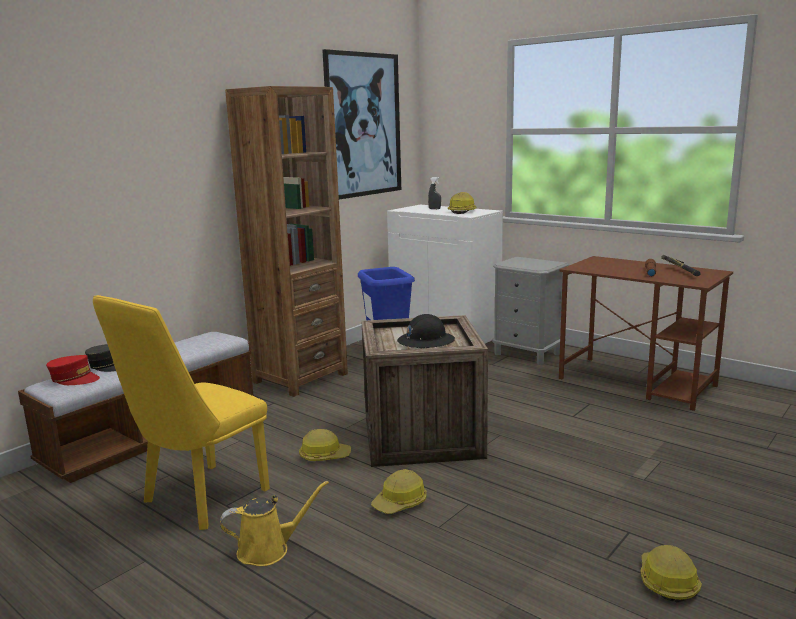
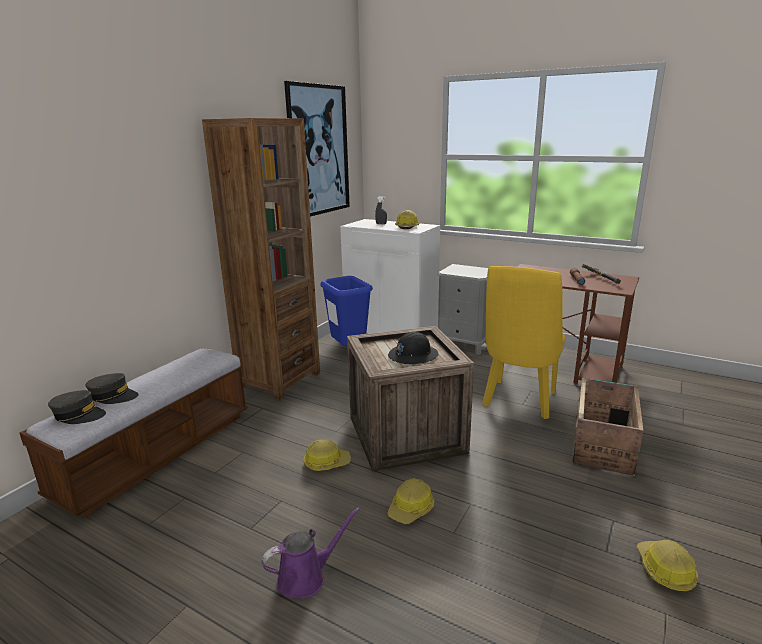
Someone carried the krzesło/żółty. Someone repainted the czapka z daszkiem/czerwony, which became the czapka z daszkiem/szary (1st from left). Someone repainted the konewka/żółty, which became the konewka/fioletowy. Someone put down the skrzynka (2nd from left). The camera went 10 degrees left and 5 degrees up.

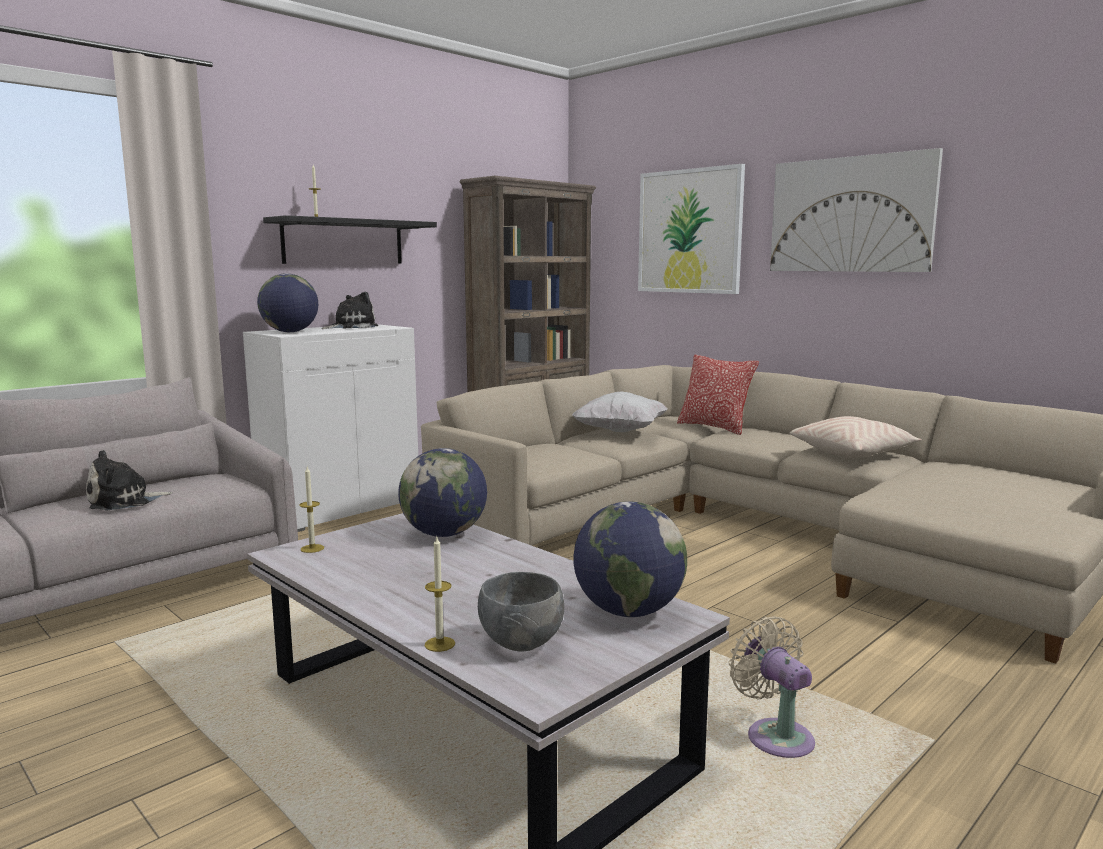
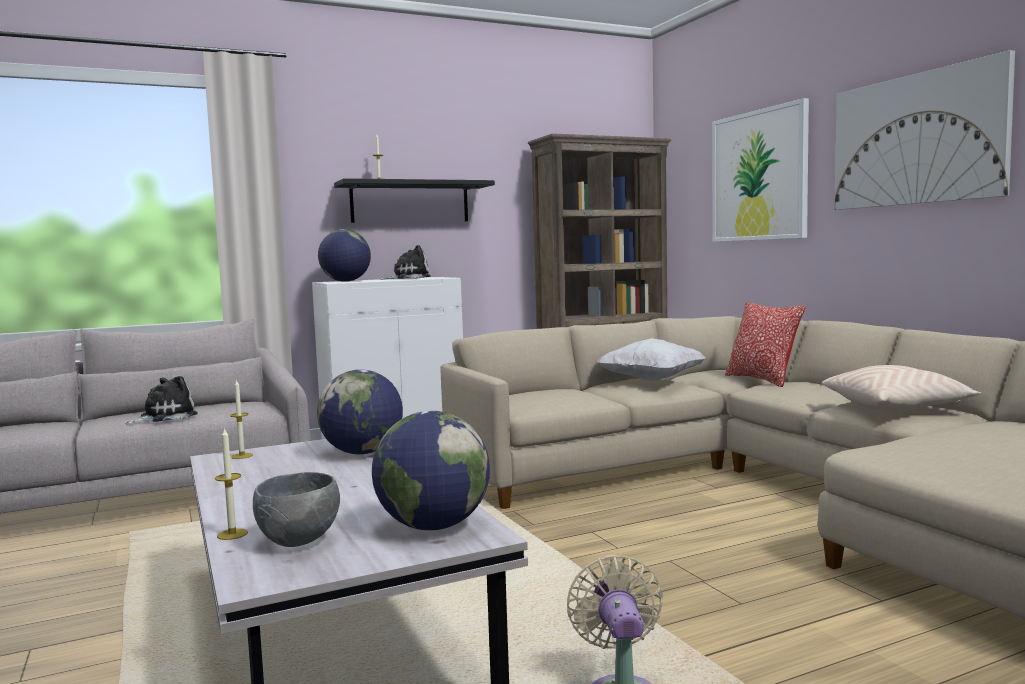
Someone rotated the pluszak (1st from left) by 150 degrees clockwise. The camera went 20 degrees right and 5 degrees down.

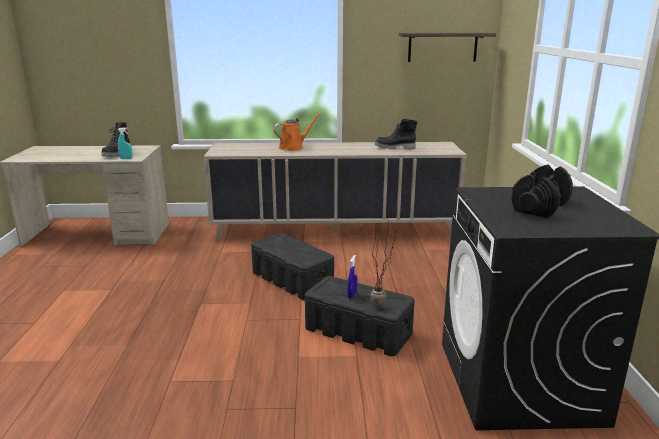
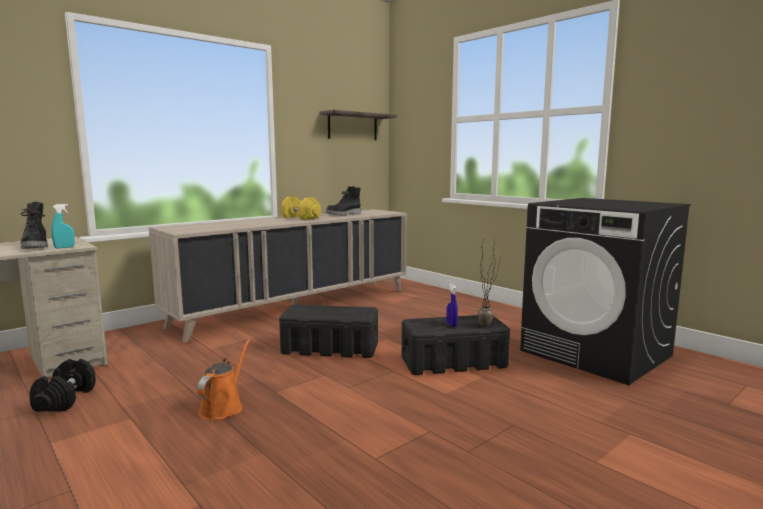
Someone carried the konewka/pomarańczowy. Someone carried the hantel/czarny. Someone put down the hantel/żółty. The camera went 40 degrees left and 10 degrees down.

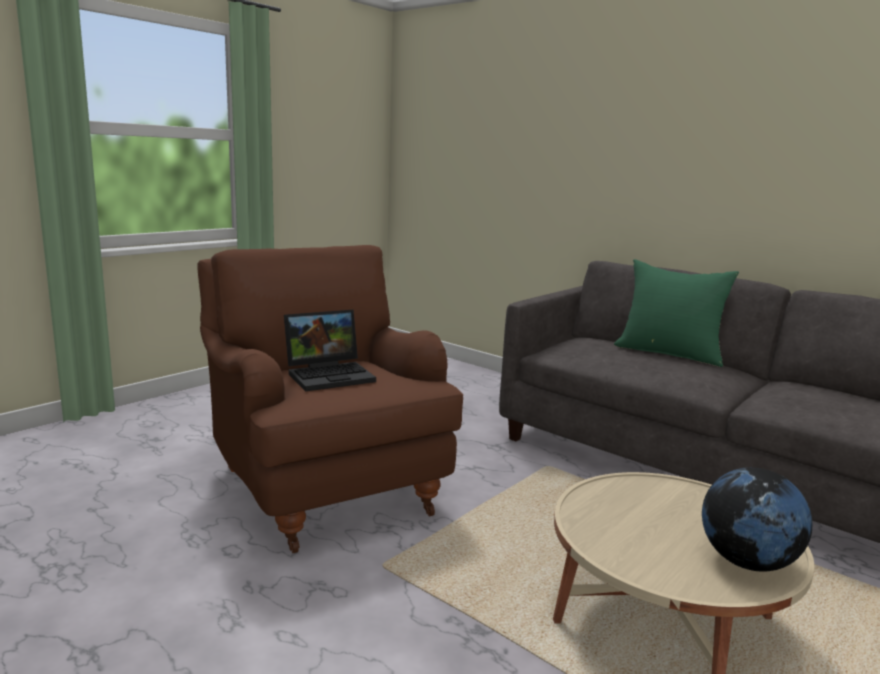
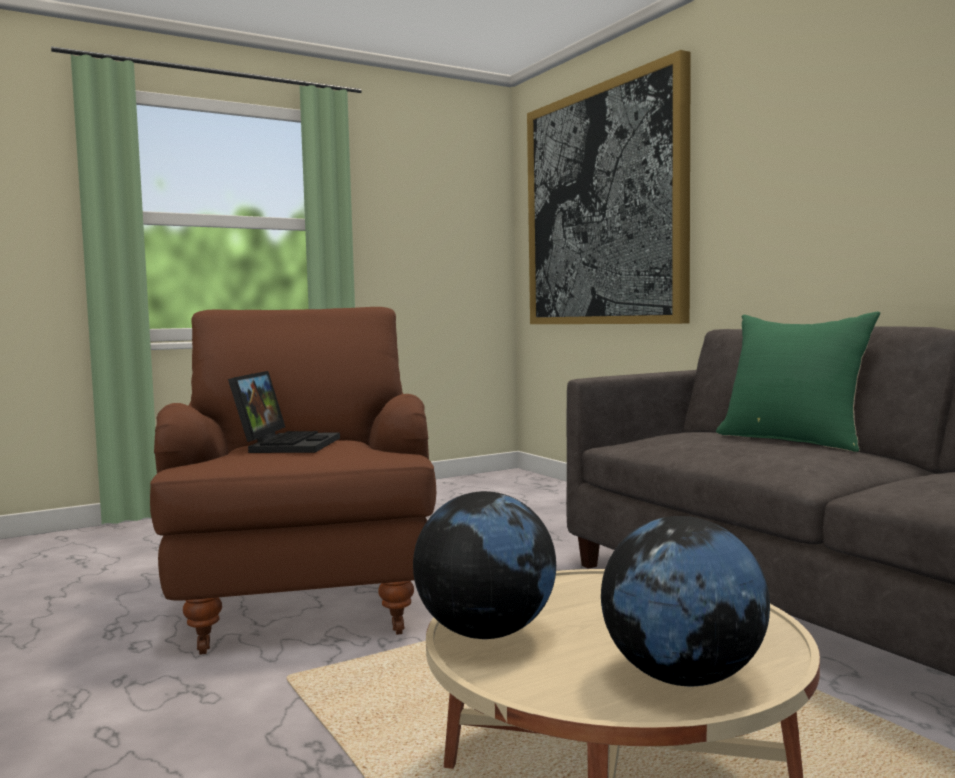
Someone rotated the laptop by 75 degrees counterclockwise. Someone put up the obraz. Someone put down the globus (1st from left). The camera went 20 degrees right and 10 degrees down.

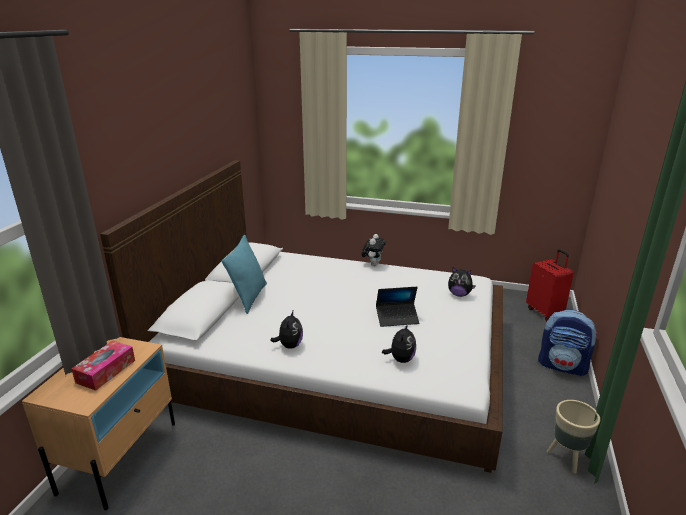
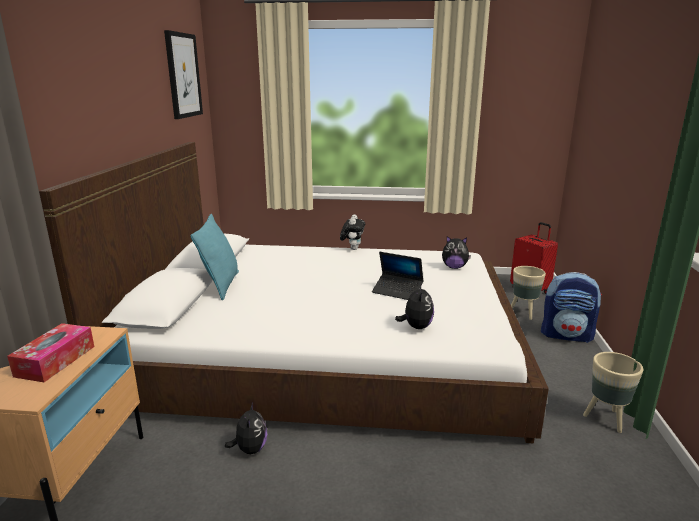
Someone rotated the laptop by 45 degrees clockwise. Someone carried the pluszak (1st from left). Someone put up the obraz. Someone put down the donica/beżowy (1st from left). The camera went 10 degrees left and 5 degrees down.

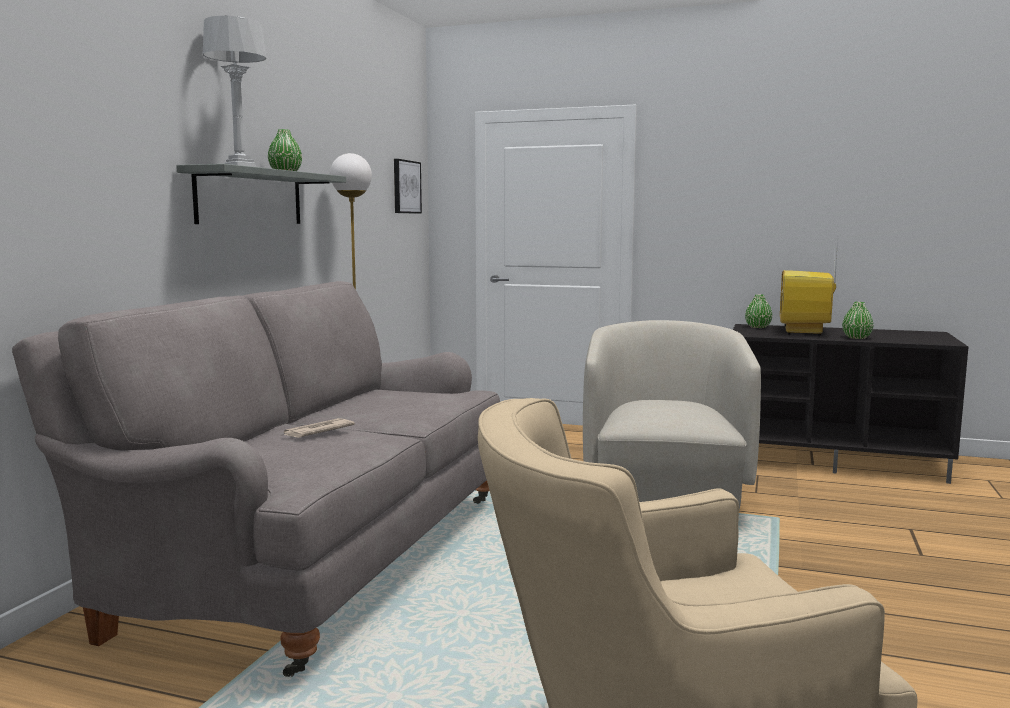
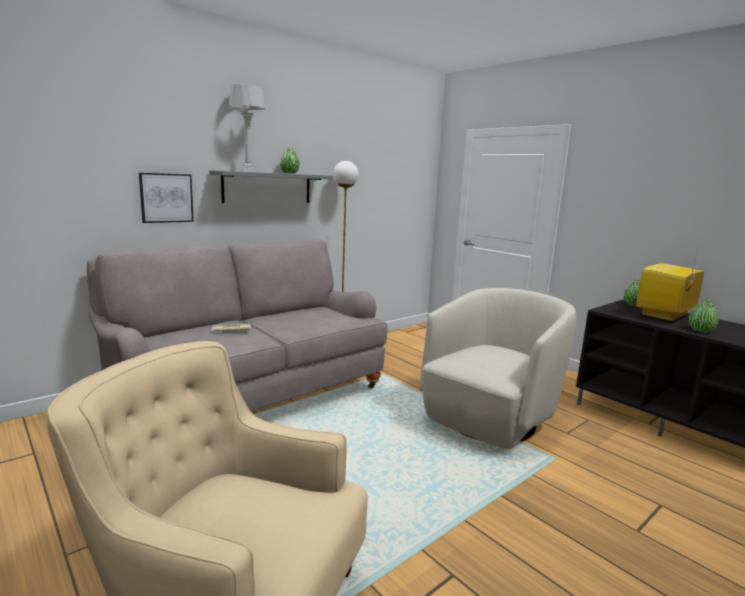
Someone carried the obraz. The camera went 30 degrees right and 5 degrees up.

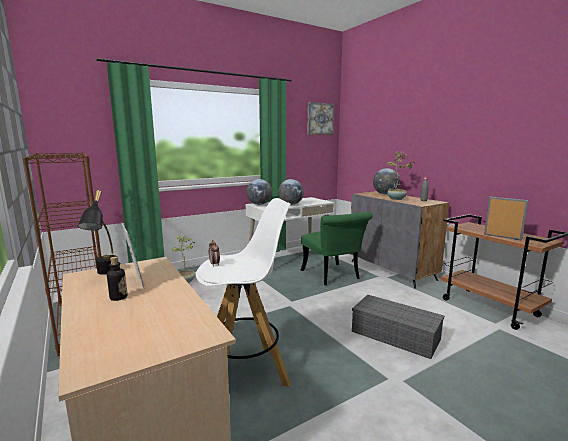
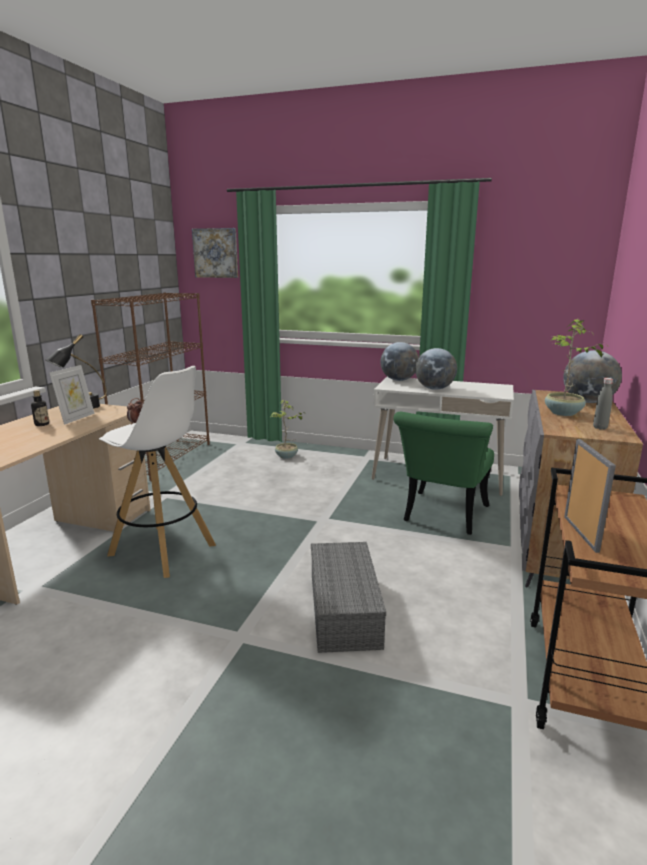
Someone carried the obraz. The camera went 50 degrees right and 5 degrees up.

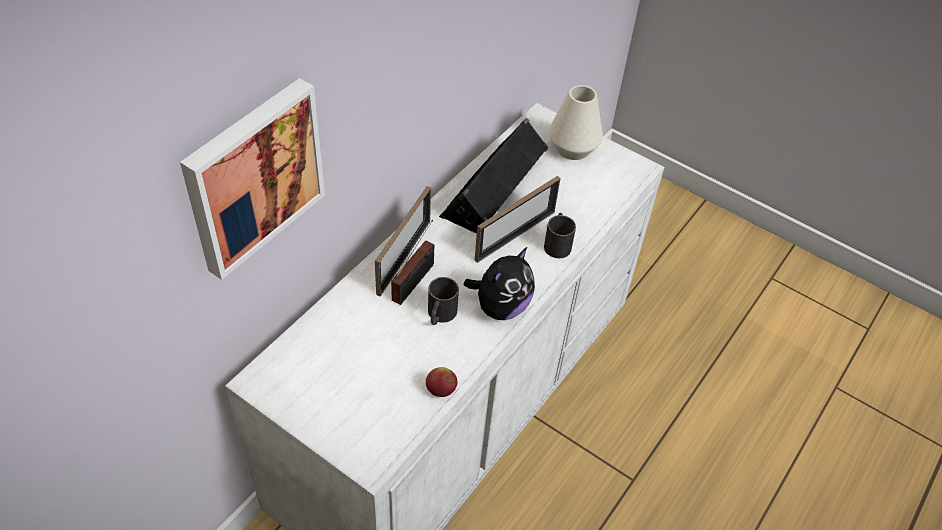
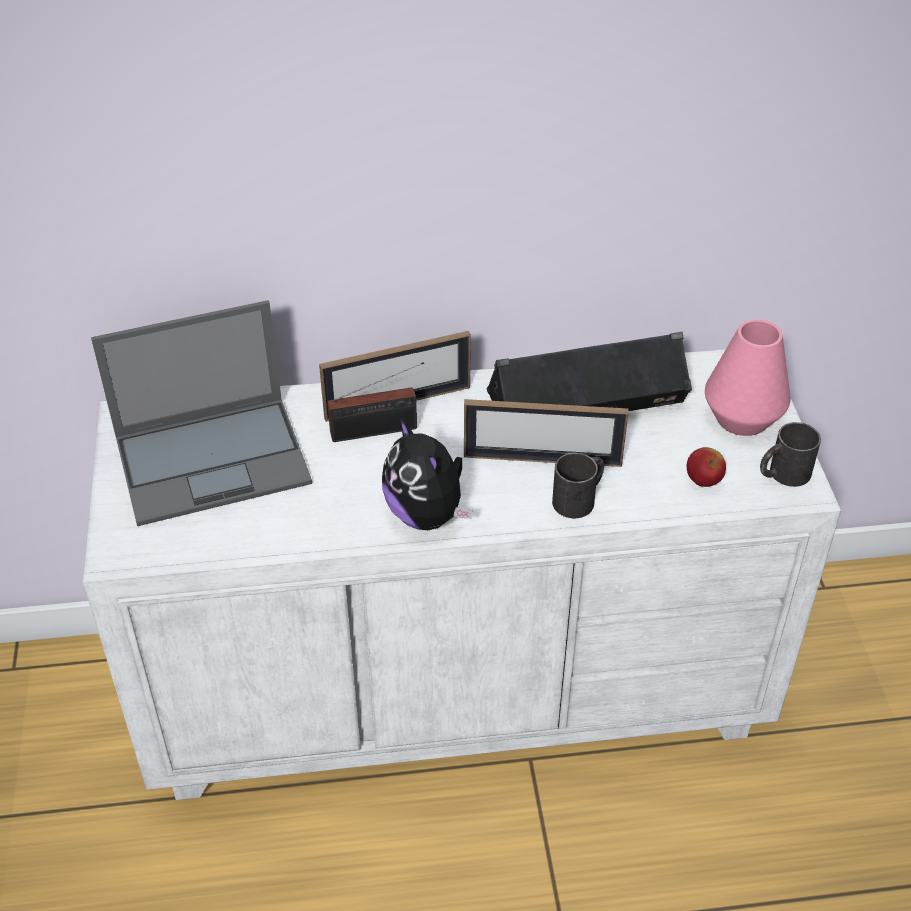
Someone took away the obraz. Someone repainted the wazon/biały, which became the wazon/różowy. Someone rotated the pluszak by 60 degrees clockwise. Someone carried the kubek/czarny (1st from left in the first image). Someone carried the jabłko. Someone put down the laptop. The camera went 50 degrees right and 5 degrees down.

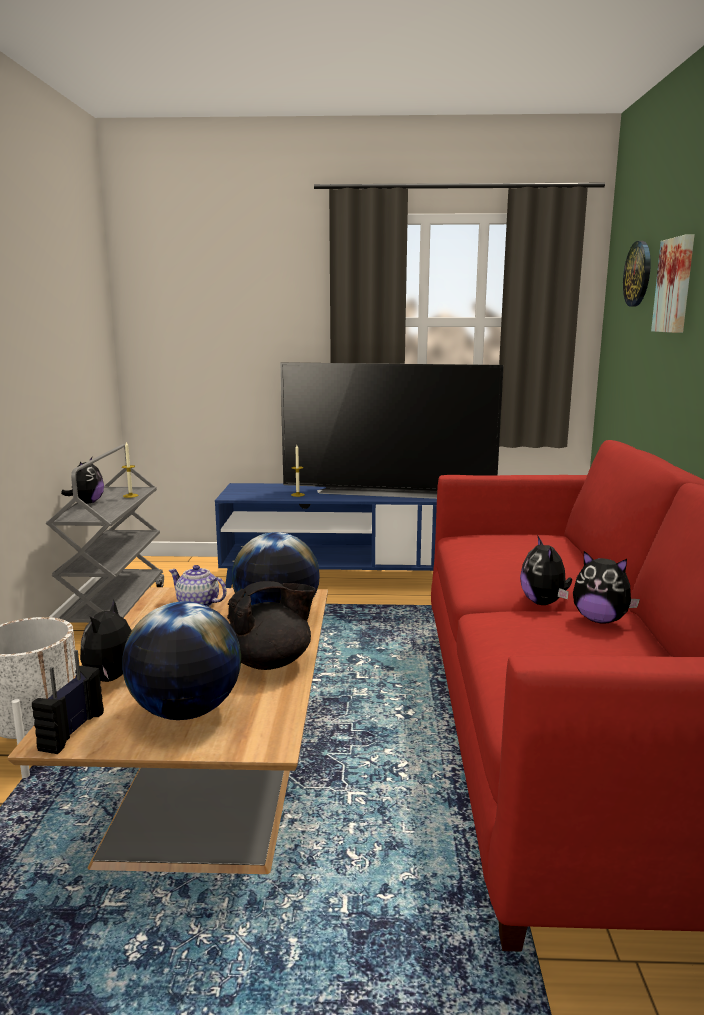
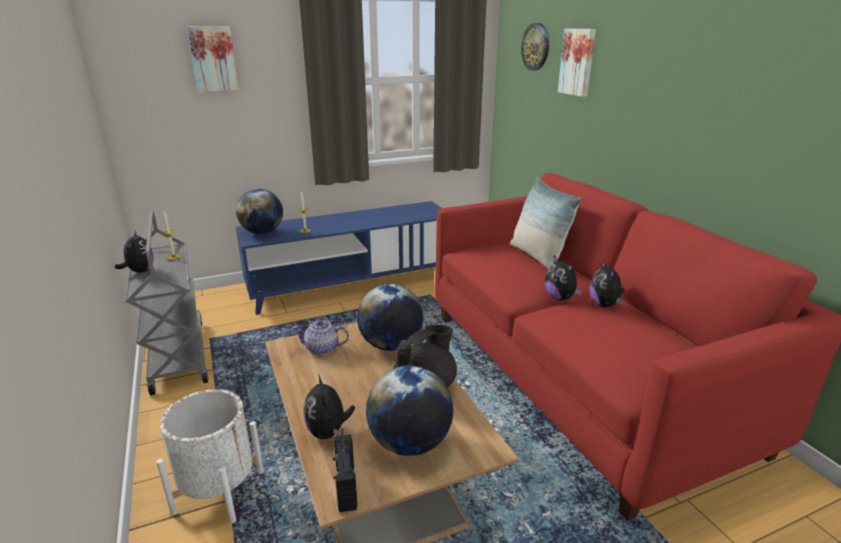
Someone took away the telewizor. Someone rotated the pluszak (4th from left) by 75 degrees clockwise. Someone put up the obraz (1st from left). Someone put down the poduszka. Someone put down the globus (1st from left). The camera went 25 degrees left and 10 degrees up.

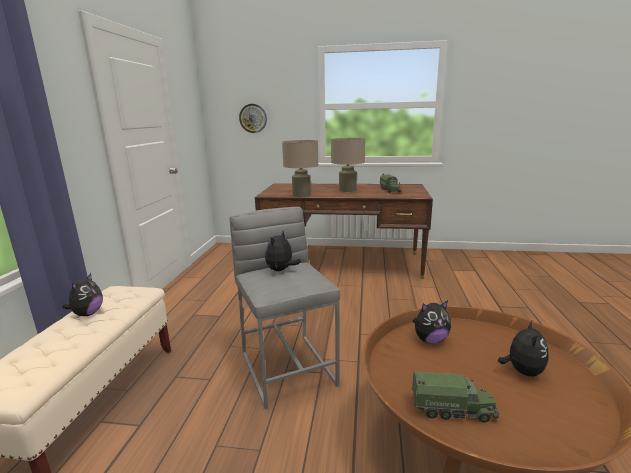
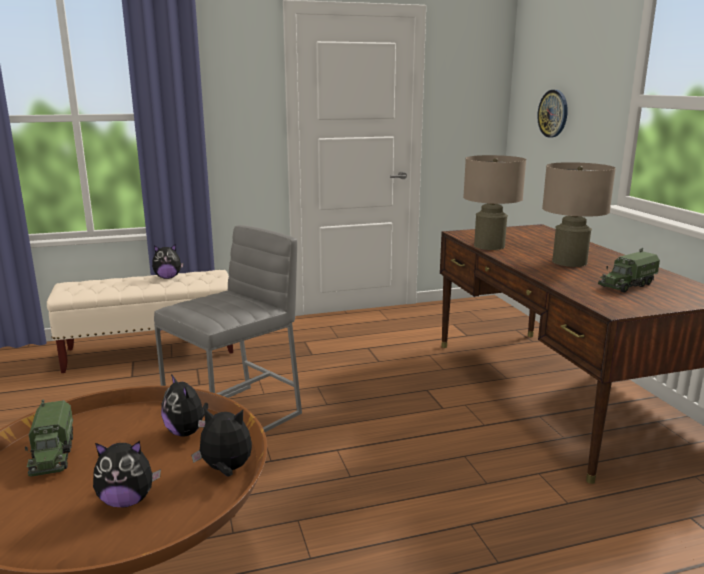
Someone carried the pluszak (2nd from left in the first image). The camera went 65 degrees right and 0 degrees up.

